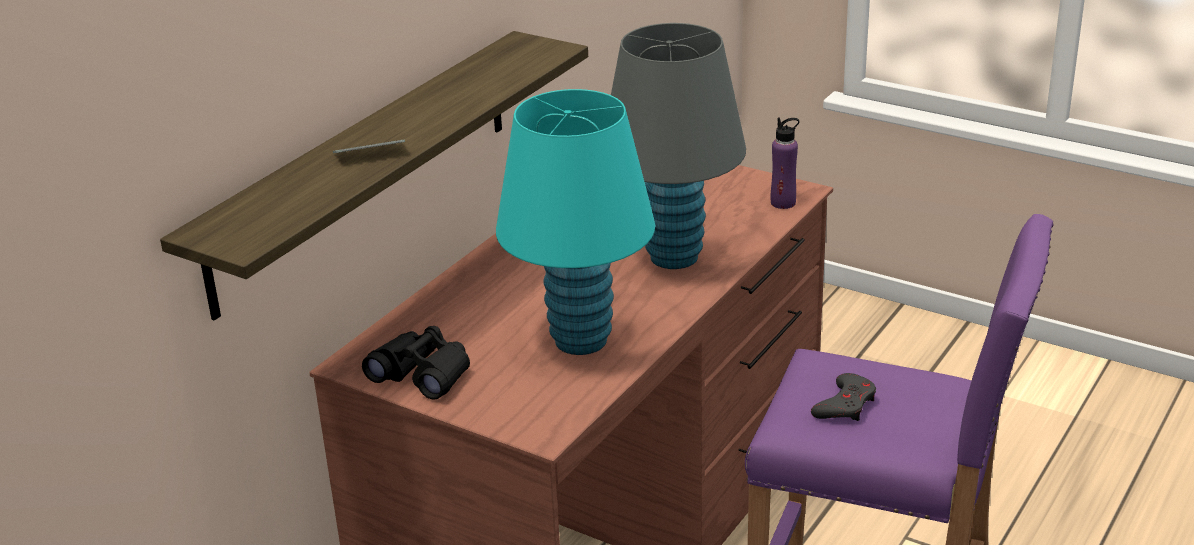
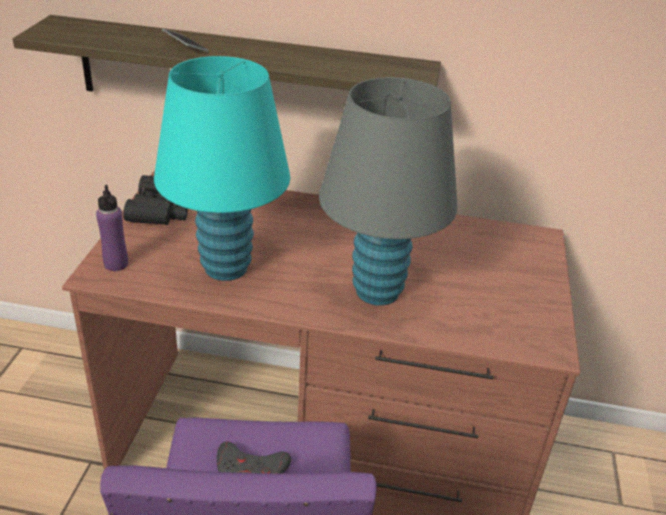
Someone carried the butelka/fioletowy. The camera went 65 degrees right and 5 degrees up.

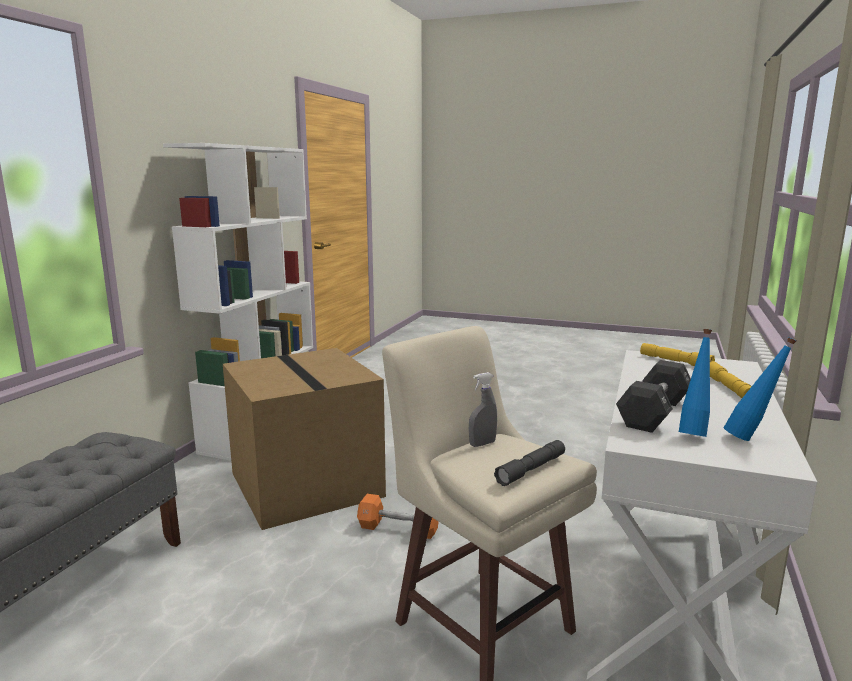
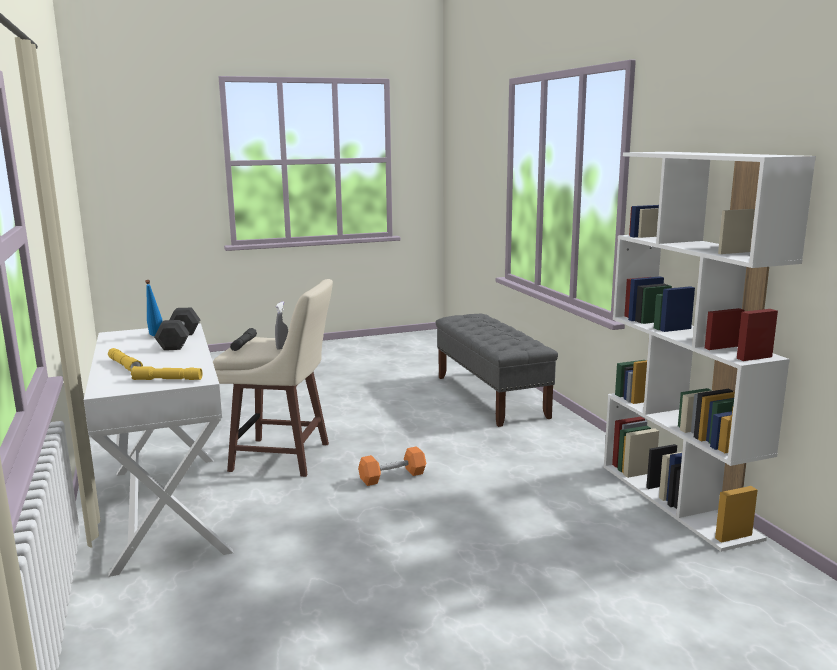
Someone took away the butelka/niebieski (2nd from left). Someone took away the karton. The camera went 140 degrees right and 0 degrees up.

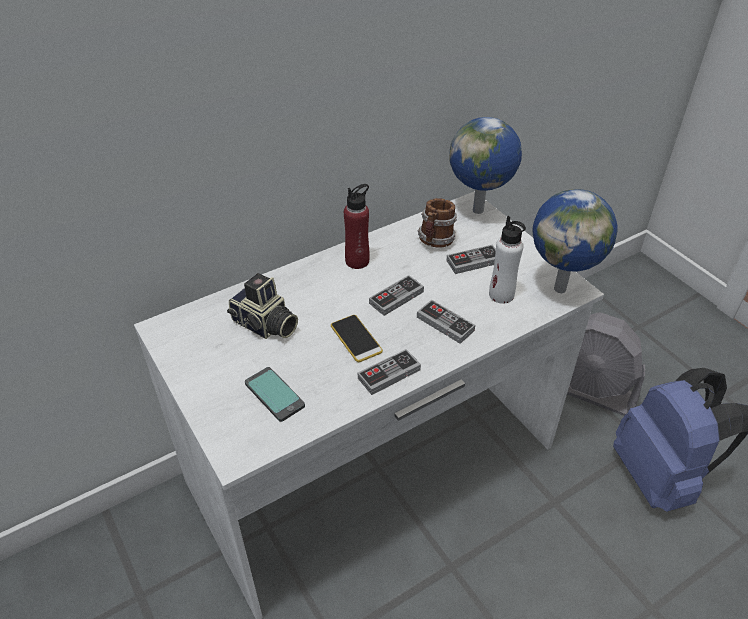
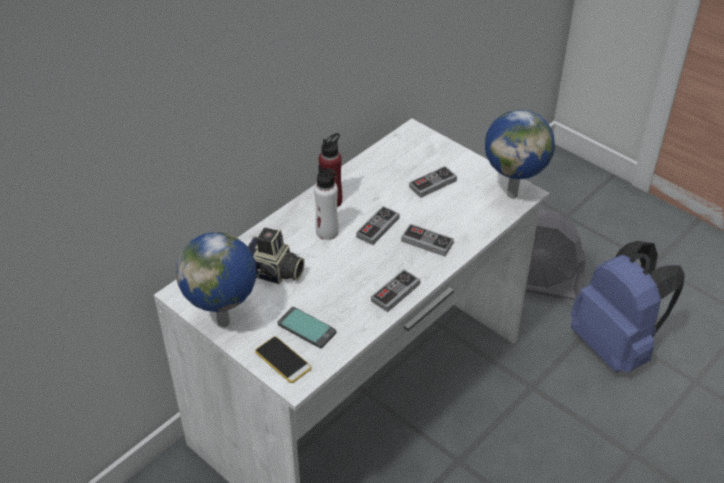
Someone carried the globus (1st from left). Someone took away the kubek. Someone carried the butelka/biały. Someone carried the telefon (2nd from left in the first image). The camera went 15 degrees left and 0 degrees up.

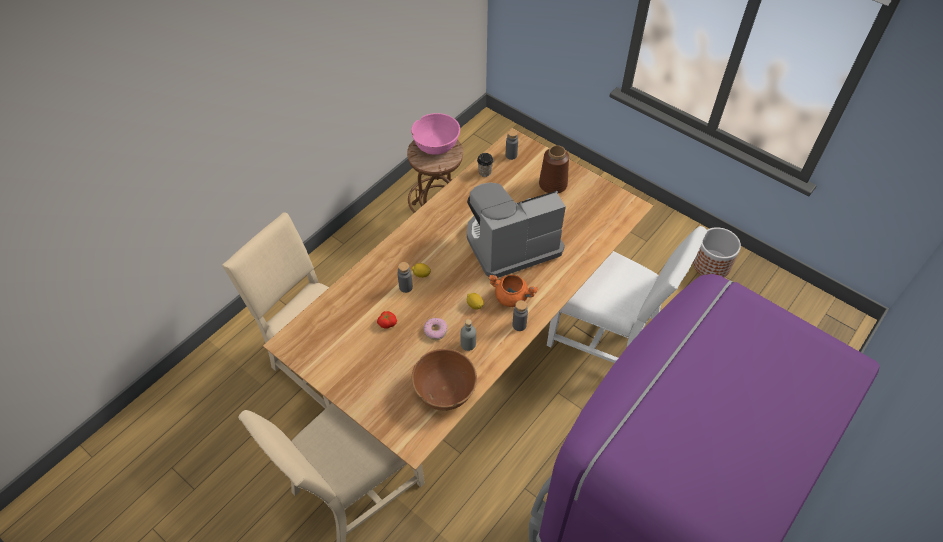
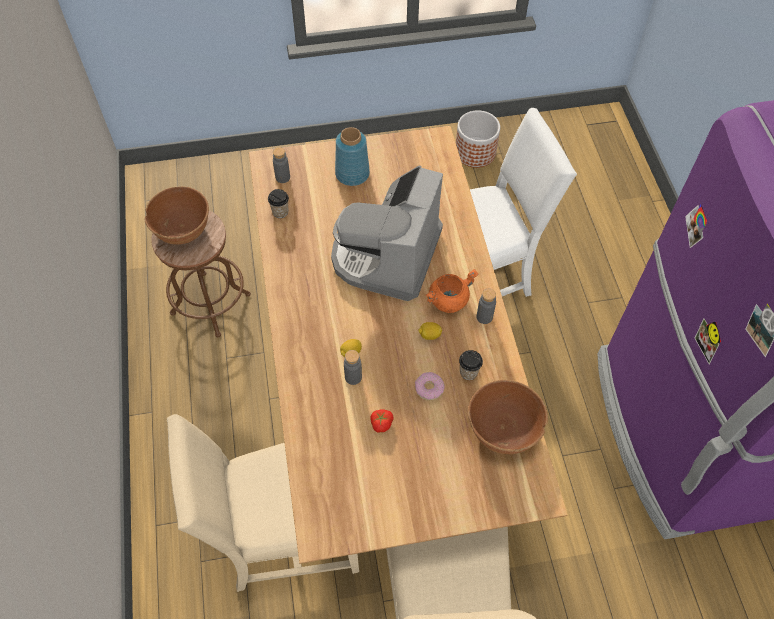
Someone repainted the miska/różowy, which became the miska/brązowy (1st from left). Someone repainted the wazon/brązowy, which became the wazon/niebieski. Someone swapped the butelka/szary (2nd from left) for the filiżanka (2nd from left). The camera went 50 degrees left and 5 degrees up.

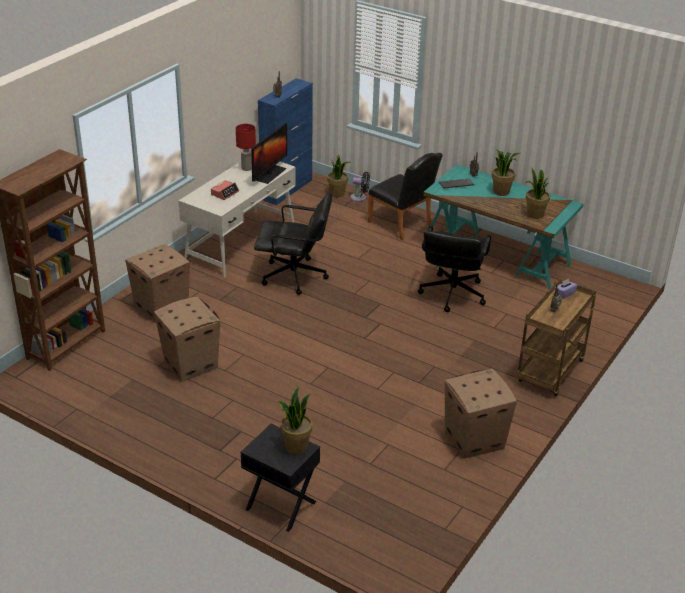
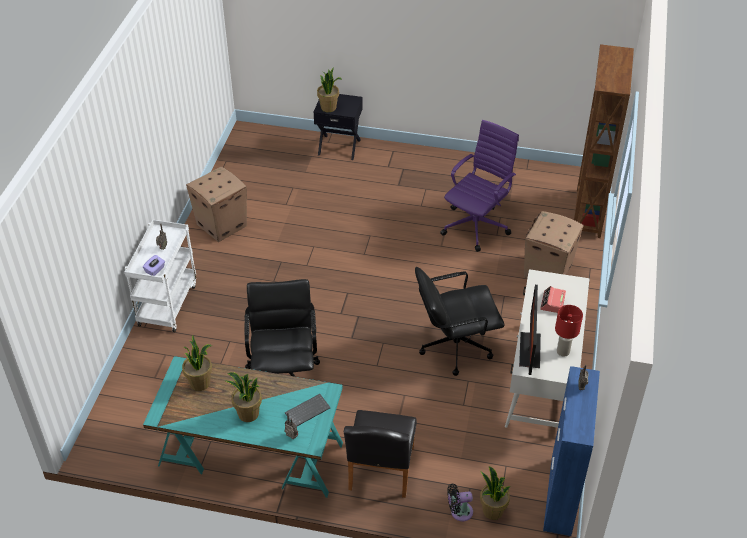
Someone rotated the krzesło/czarny by 105 degrees counterclockwise. Someone repainted the wózek/brązowy, which became the wózek/biały. Someone swapped the karton (2nd from left) for the krzesło biurowe/fioletowy. The camera went 160 degrees right and 10 degrees up.

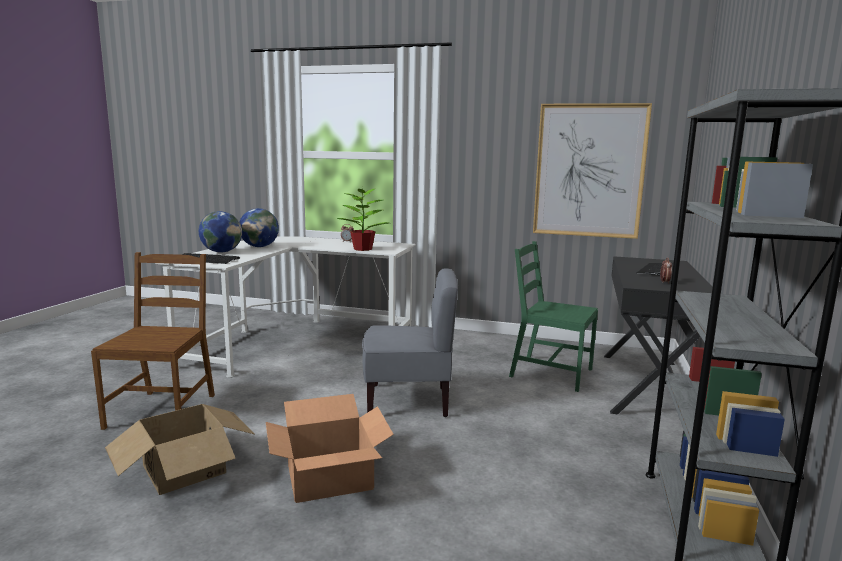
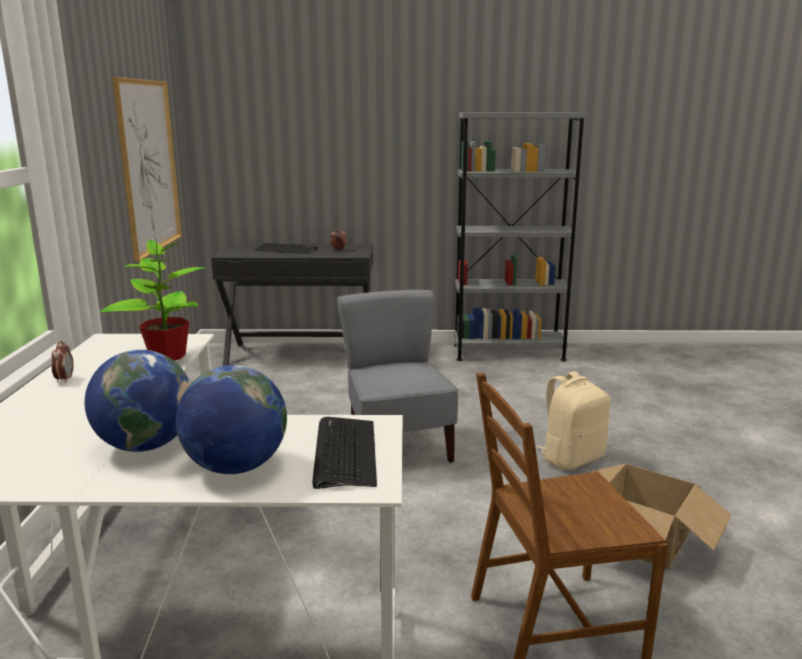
Someone took away the krzesło/zielony. Someone swapped the karton (2nd from left) for the plecak/beżowy. The camera went 105 degrees left and 5 degrees up.

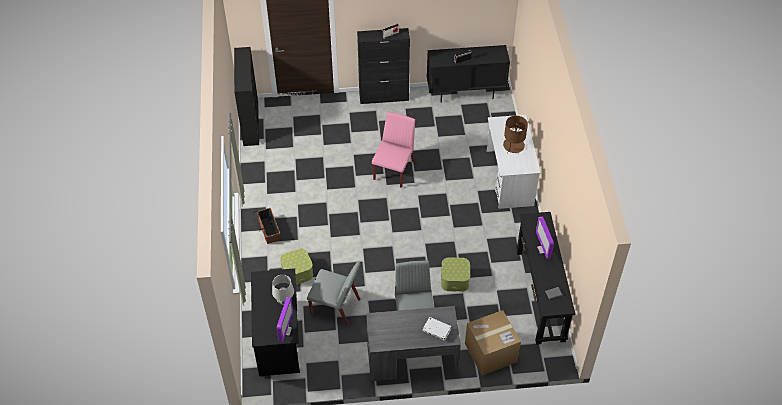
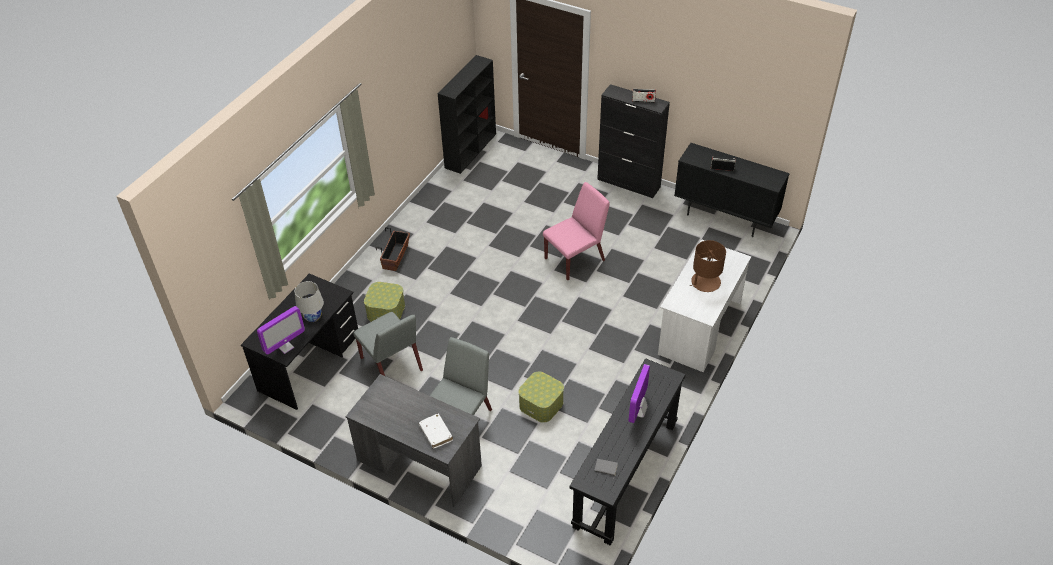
Someone took away the karton. The camera went 35 degrees right and 5 degrees down.

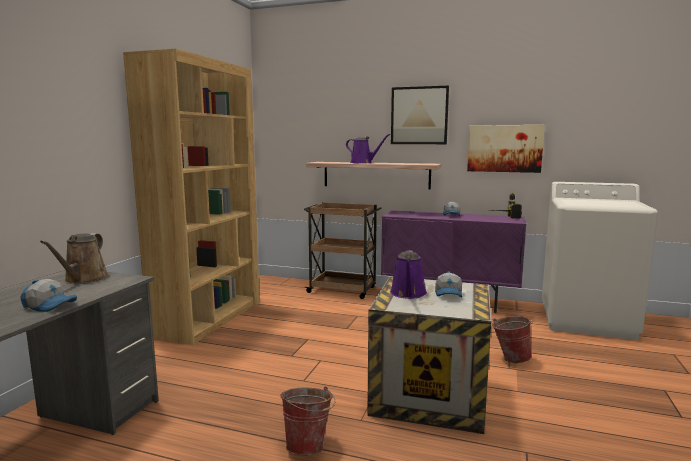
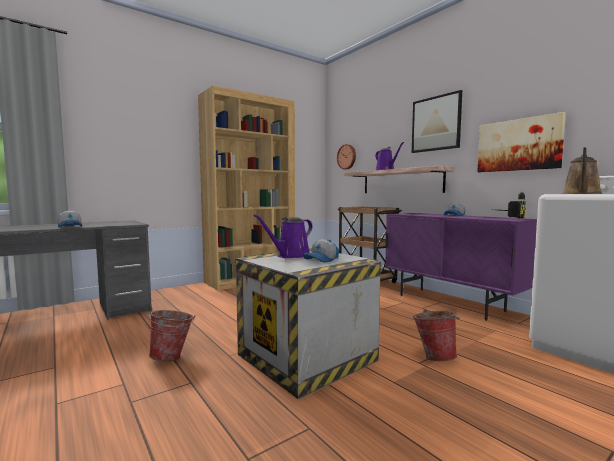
Someone carried the konewka/brązowy. Someone put up the zegar ścienny. The camera went 35 degrees right and 5 degrees down.

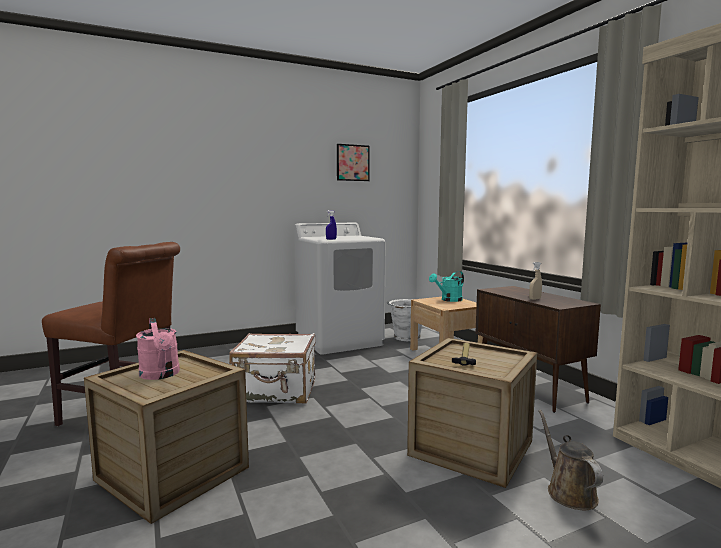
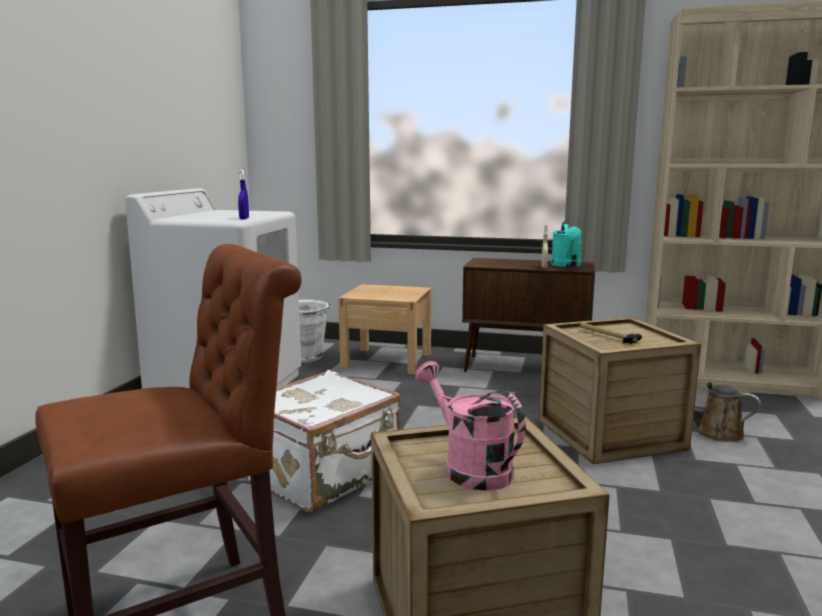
Someone took away the obraz. Someone carried the konewka/turkusowy. Someone rotated the konewka/różowy by 135 degrees counterclockwise. The camera went 50 degrees left and 5 degrees up.

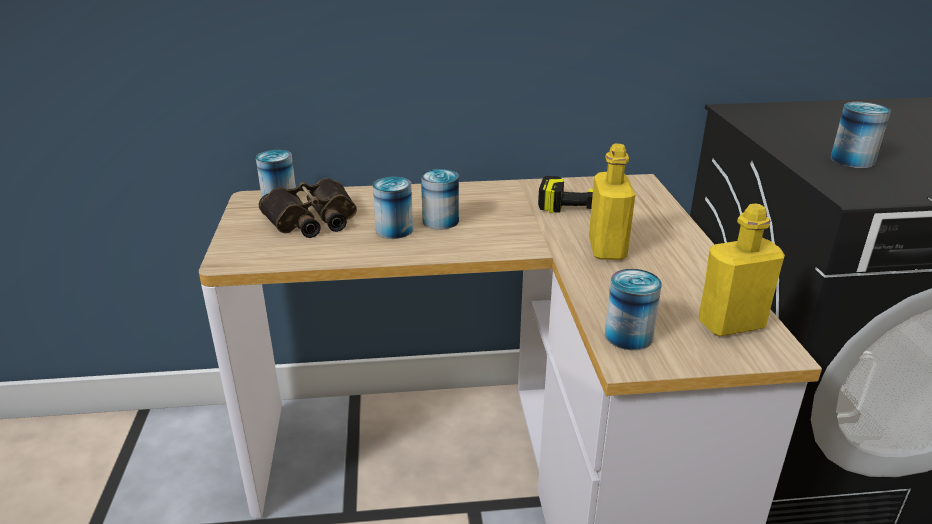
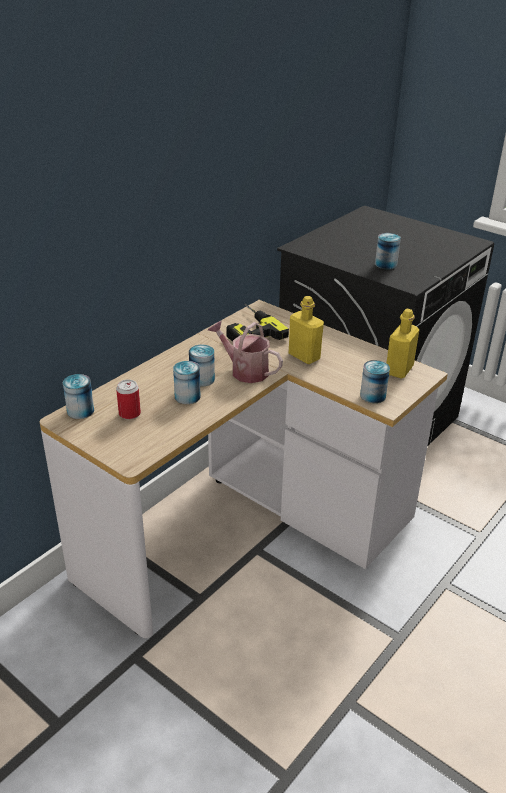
Someone swapped the lornetka for the puszka (2nd from left). Someone put down the konewka. The camera went 45 degrees left and 5 degrees up.

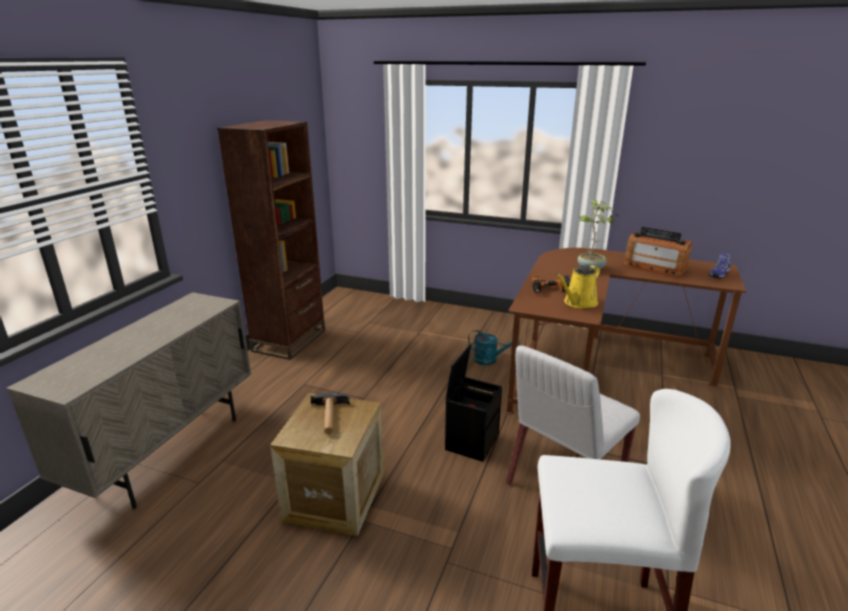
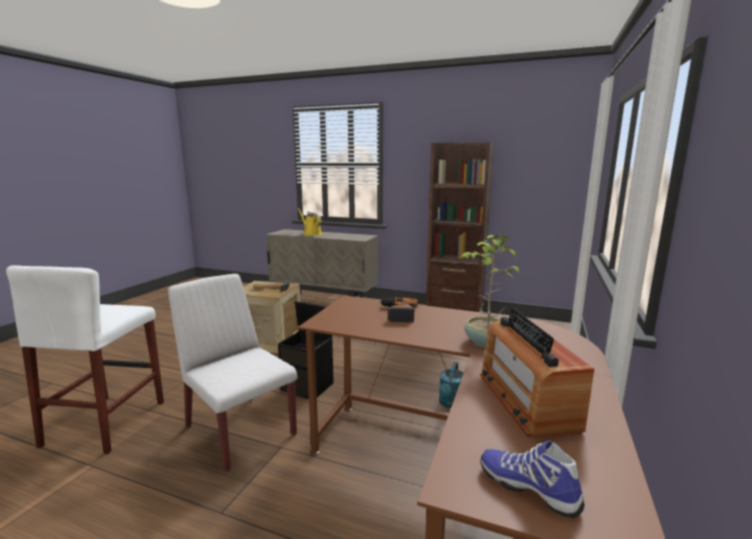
Someone rotated the radio by 45 degrees counterclockwise. Someone carried the konewka/żółty. The camera went 90 degrees right and 10 degrees down.

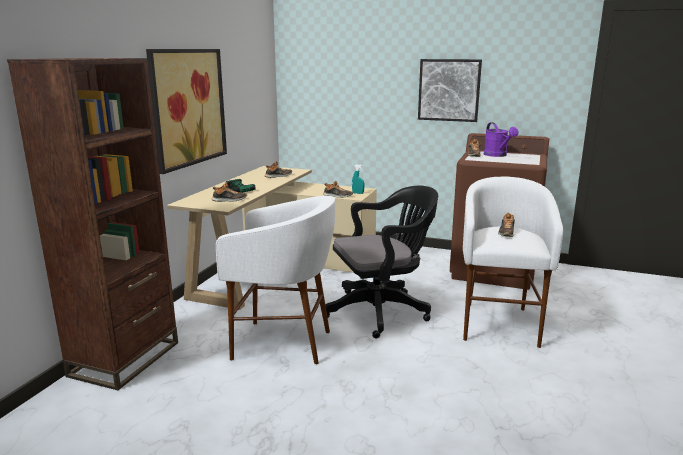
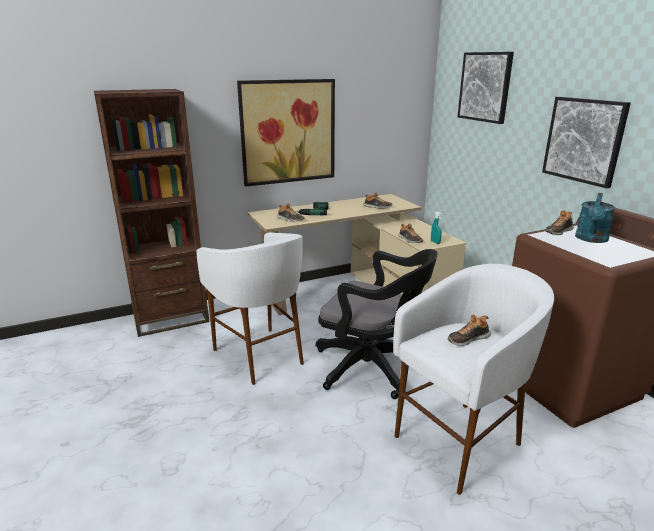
Someone repainted the konewka/fioletowy, which became the konewka/turkusowy. Someone put up the obraz (2nd from left). The camera went 45 degrees right and 5 degrees up.

